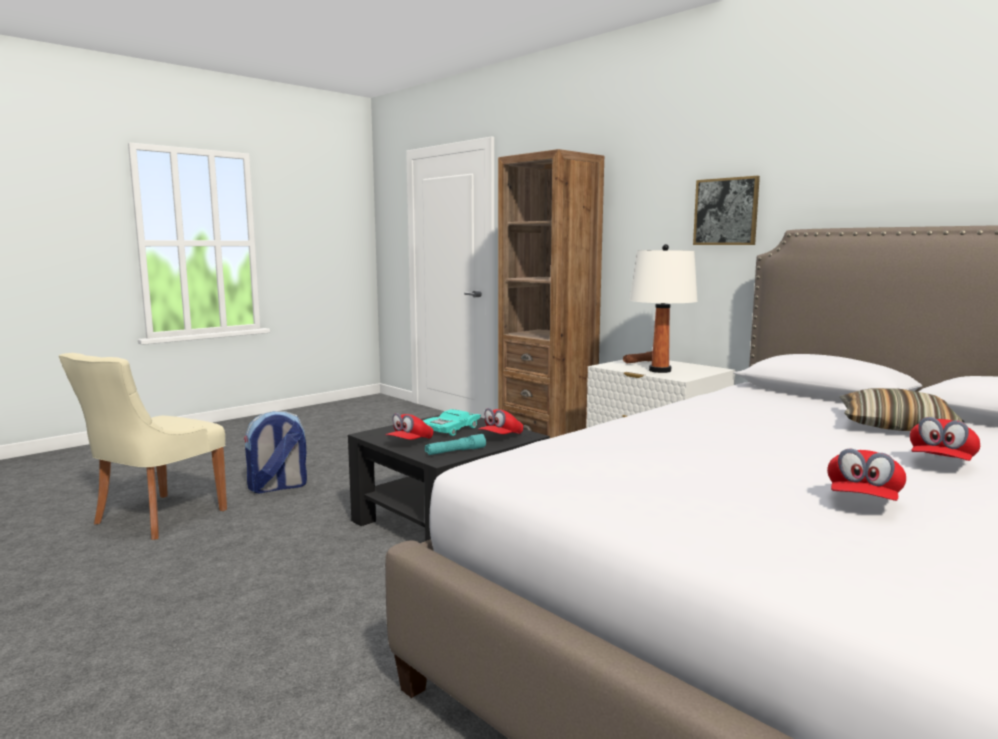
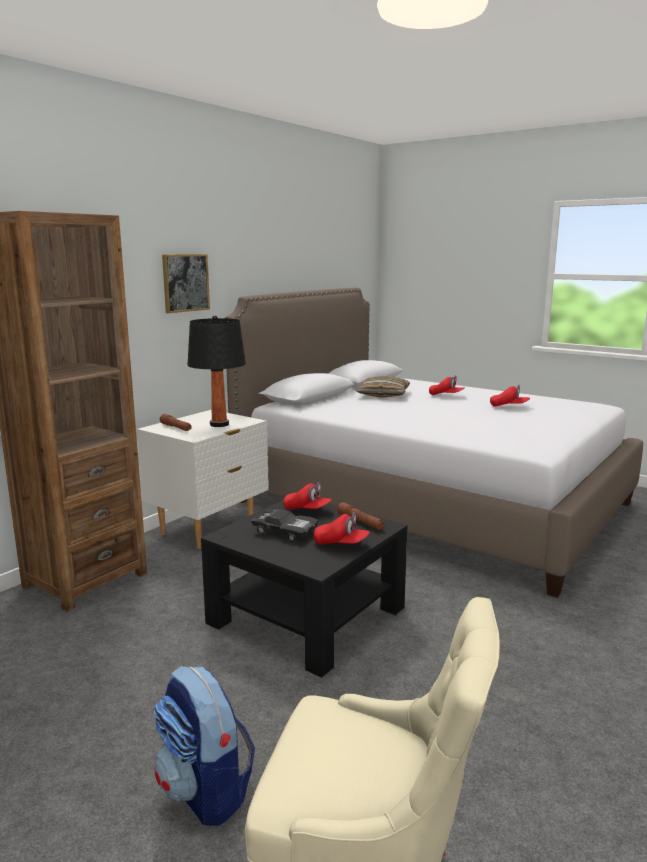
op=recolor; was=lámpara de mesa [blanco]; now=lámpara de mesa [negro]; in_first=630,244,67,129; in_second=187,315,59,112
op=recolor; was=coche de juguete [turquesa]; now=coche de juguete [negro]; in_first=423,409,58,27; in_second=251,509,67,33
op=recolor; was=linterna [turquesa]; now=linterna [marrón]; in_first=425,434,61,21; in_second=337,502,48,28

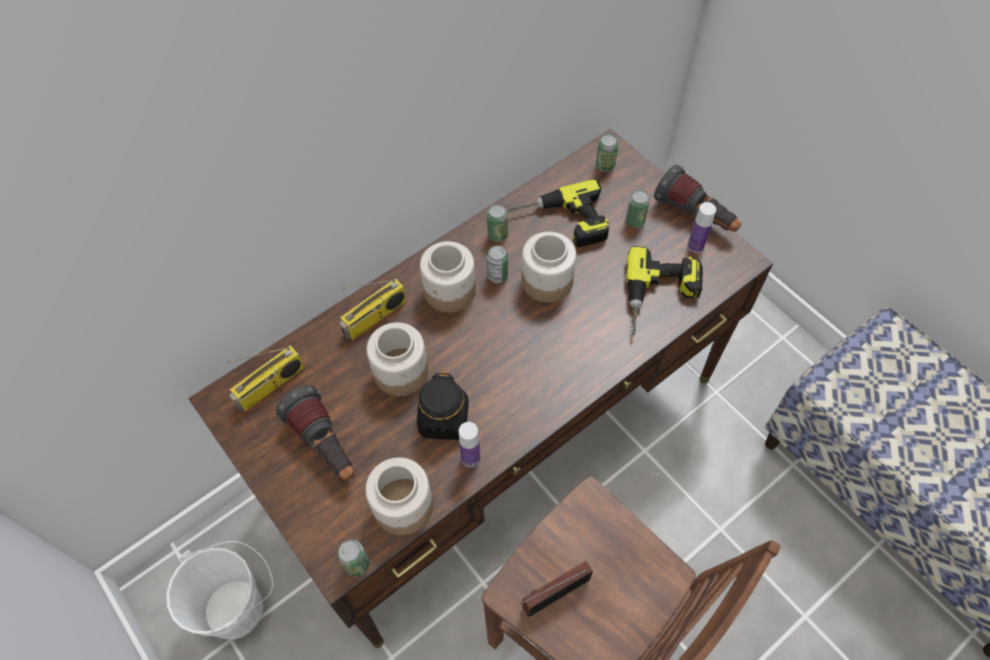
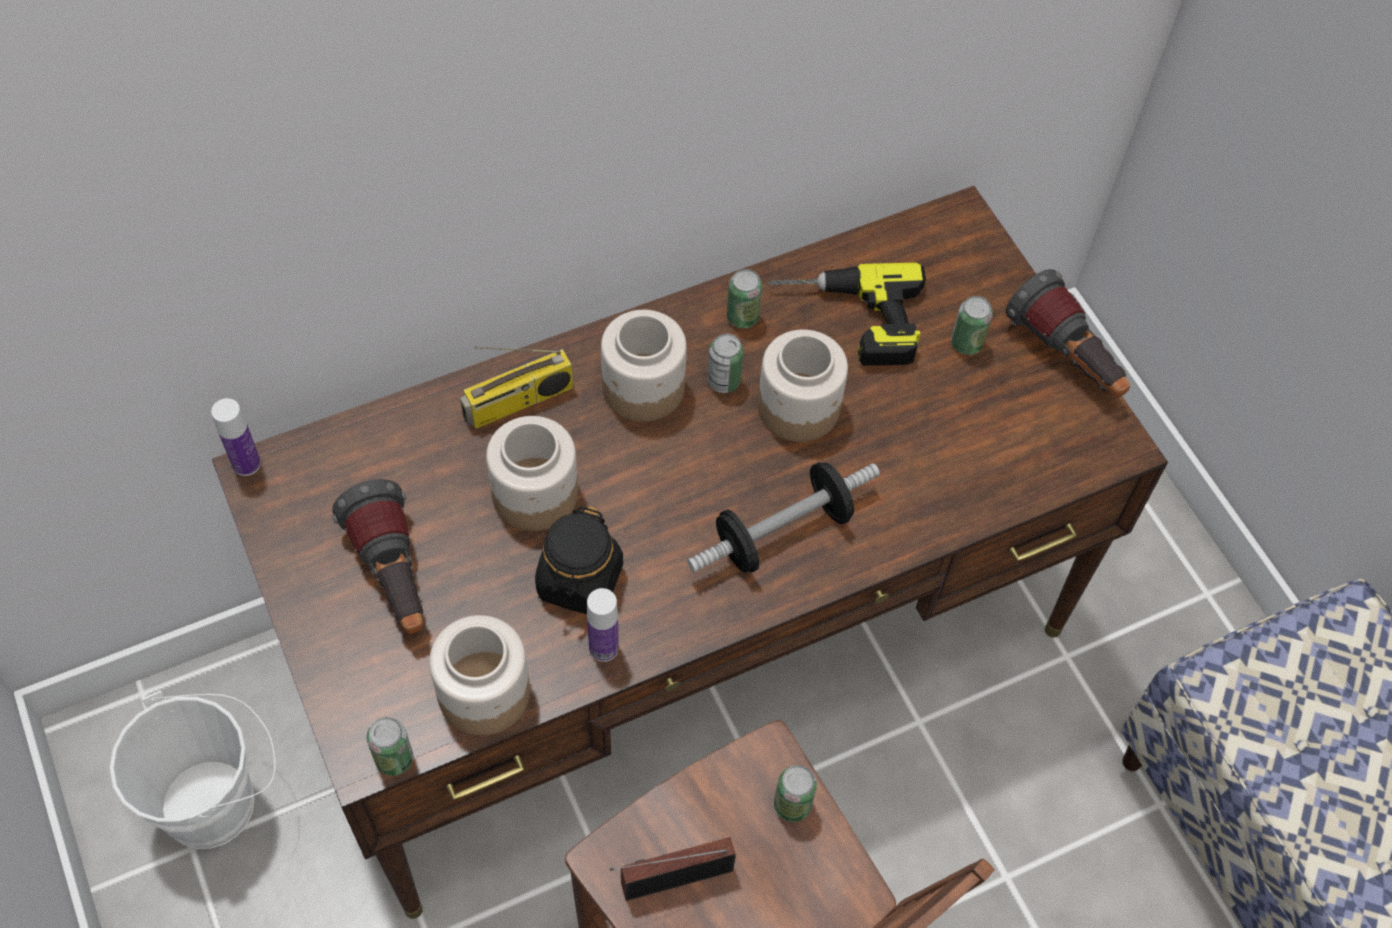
op=move; was=lata; in_first=596,134,23,38; in_second=774,765,43,57
op=move; was=botella; in_first=687,202,29,51; in_second=211,398,50,78
op=delete; was=taladro; in_first=626,246,77,89
op=delete; was=radio; in_first=228,345,76,66
op=insert; now=mancuerna; in_second=687,462,193,111

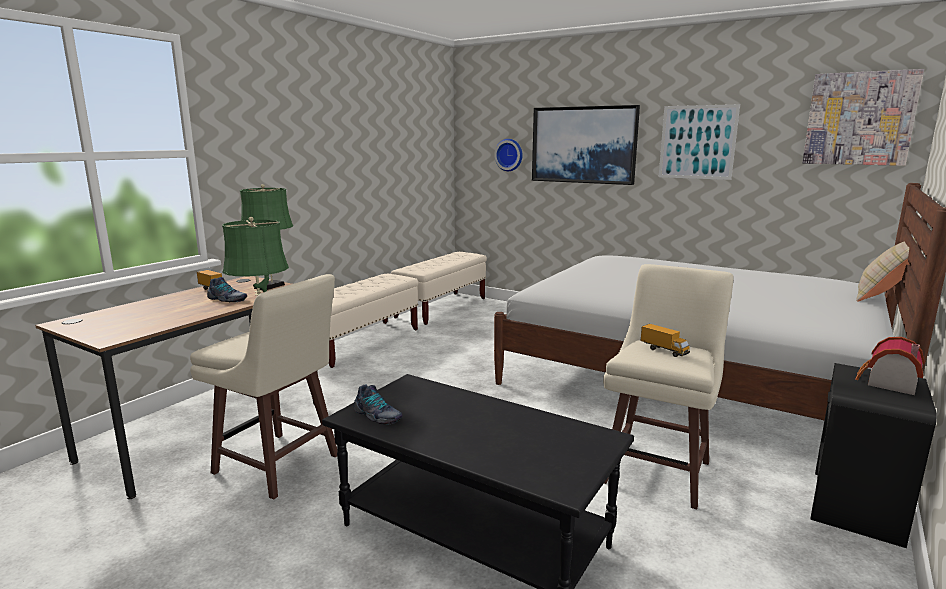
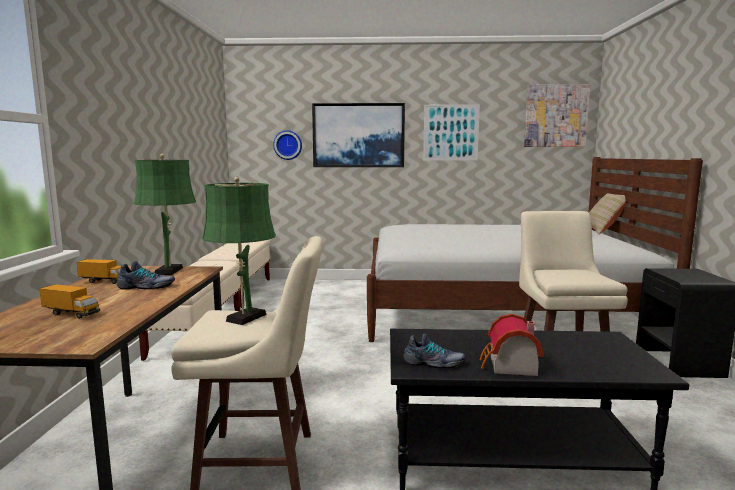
op=move; was=camión de juguete; in_first=641,324,49,33; in_second=40,284,60,35
op=move; was=casita; in_first=855,337,70,58; in_second=480,314,64,62

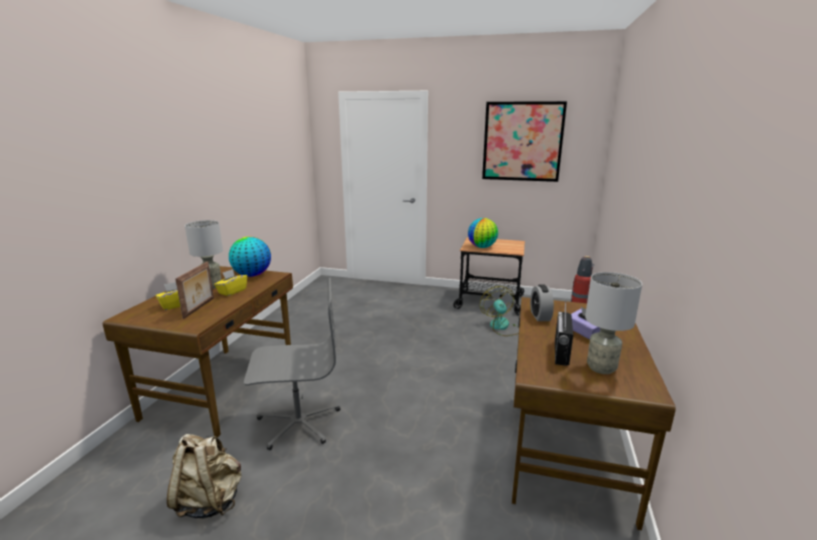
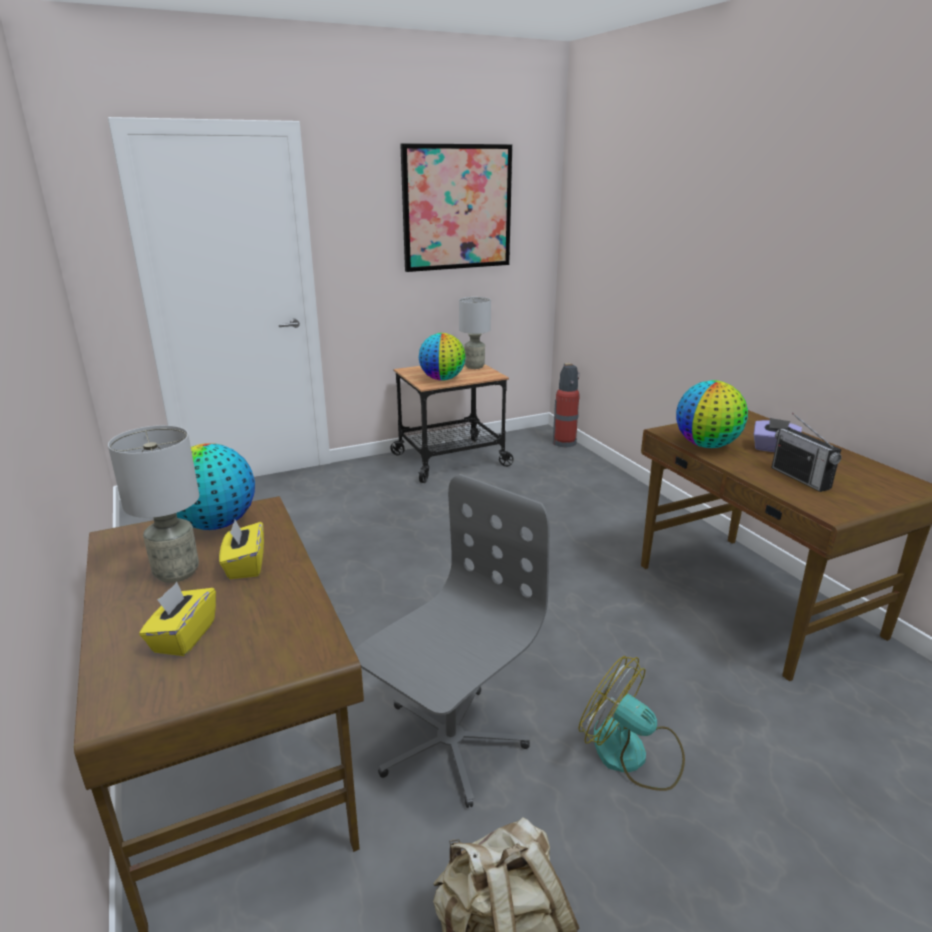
op=delete; was=portarretratos; in_first=175,261,39,58
op=move; was=lámpara de mesa [gris]; in_first=585,272,57,102; in_second=459,297,32,72
op=replace; was=despertador; now=globo terráqueo; in_first=530,285,24,36; in_second=676,380,72,68
op=move; was=ventilador; in_first=480,286,39,50; in_second=578,656,107,135

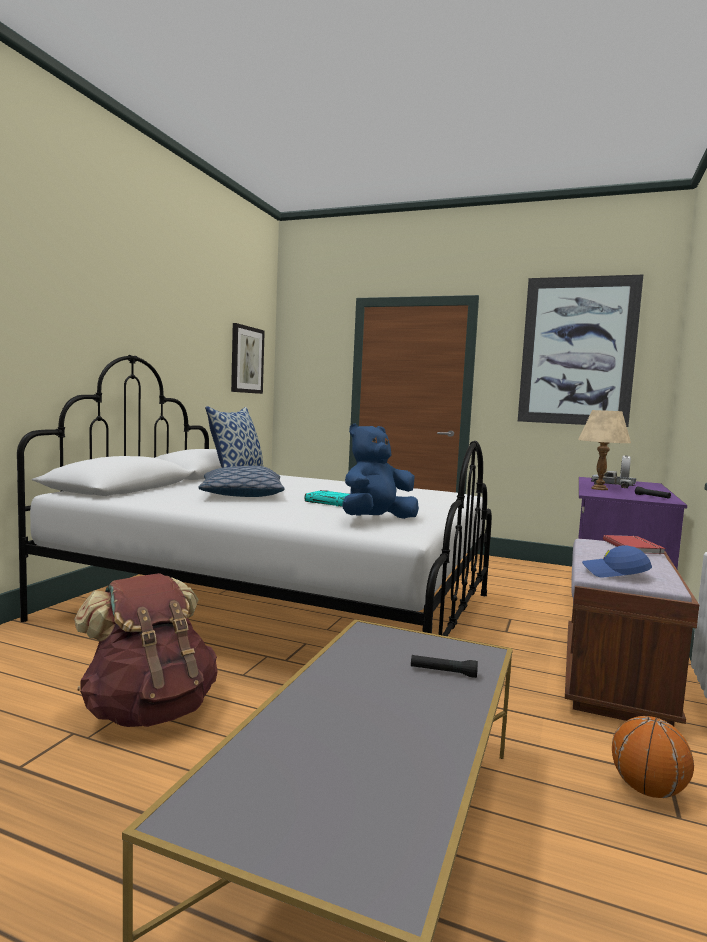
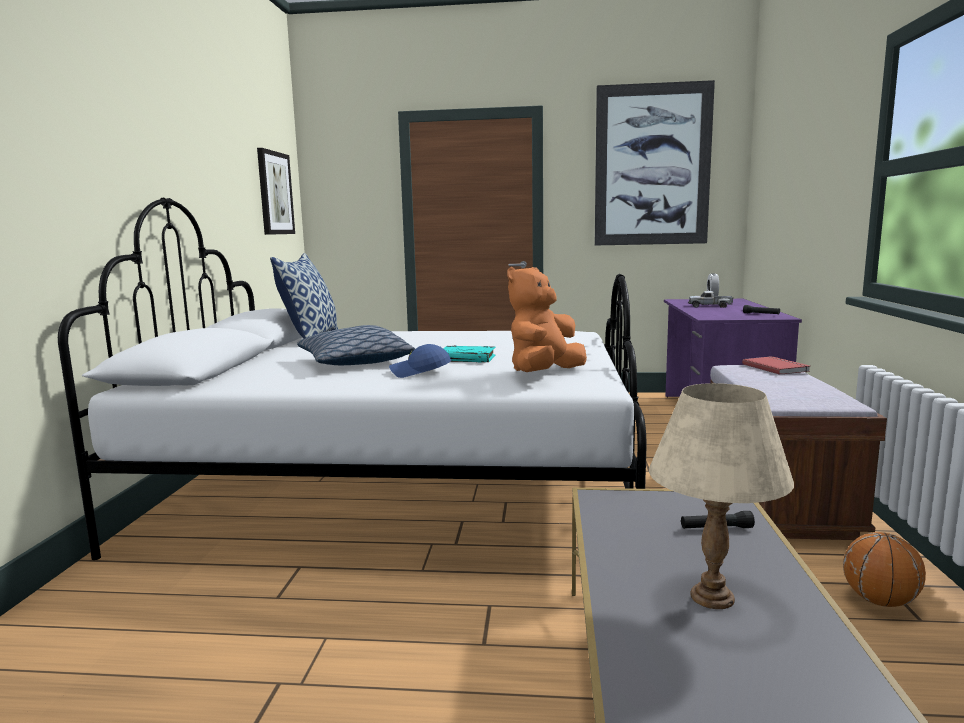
op=move; was=lámpara de mesa [beis]; in_first=578,410,53,80; in_second=649,383,145,226
op=recolor; was=peluche [azul]; now=peluche [naranja]; in_first=342,424,77,95; in_second=507,267,80,105
op=move; was=gorra [azul]; in_first=582,545,70,33; in_second=389,344,62,34
op=delete; was=mochila [marrón]; in_first=74,573,144,154

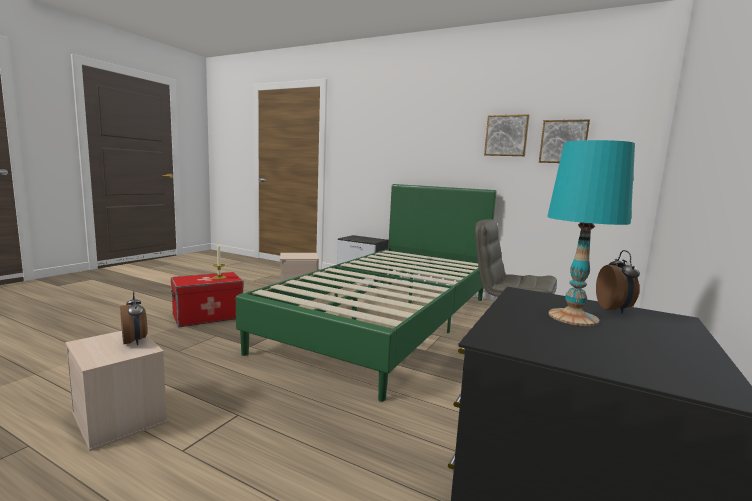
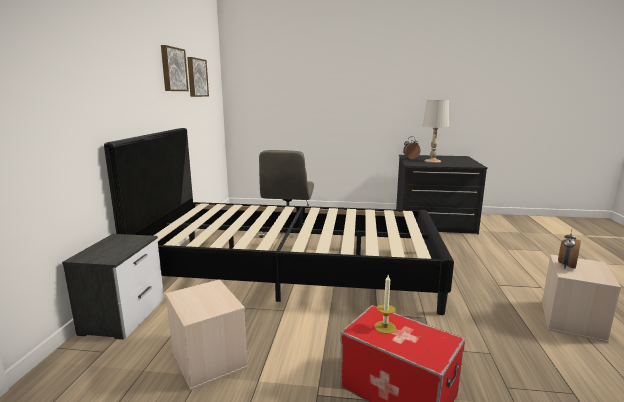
op=recolor; was=lámpara de mesa [turquesa]; now=lámpara de mesa [blanco]; in_first=547,140,88,186; in_second=423,100,26,63
op=recolor; was=cama [verde]; now=cama [negro]; in_first=236,184,261,218; in_second=104,128,350,187

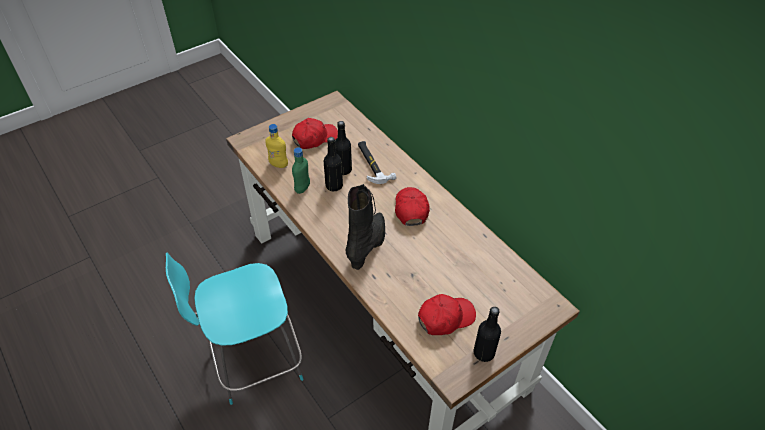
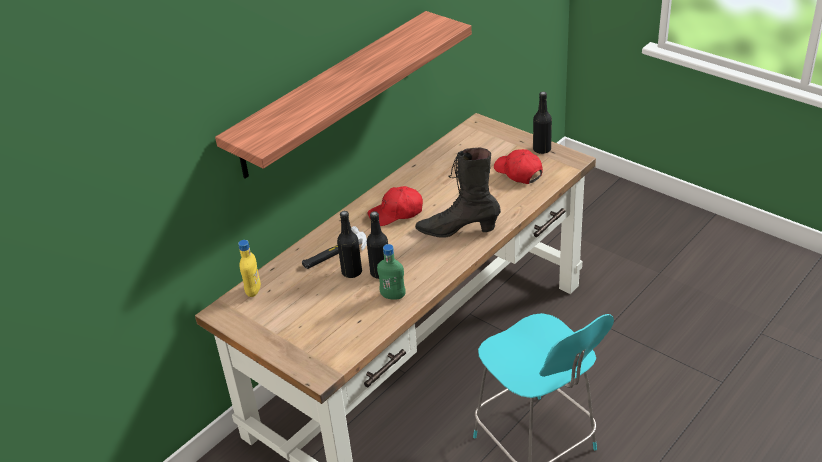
op=delete; was=gorra [rojo]; in_first=292,118,46,31
op=move; was=botella [amarillo]; in_first=265,124,23,44; in_second=238,240,23,57
op=insert; now=estante; in_second=215,11,257,168

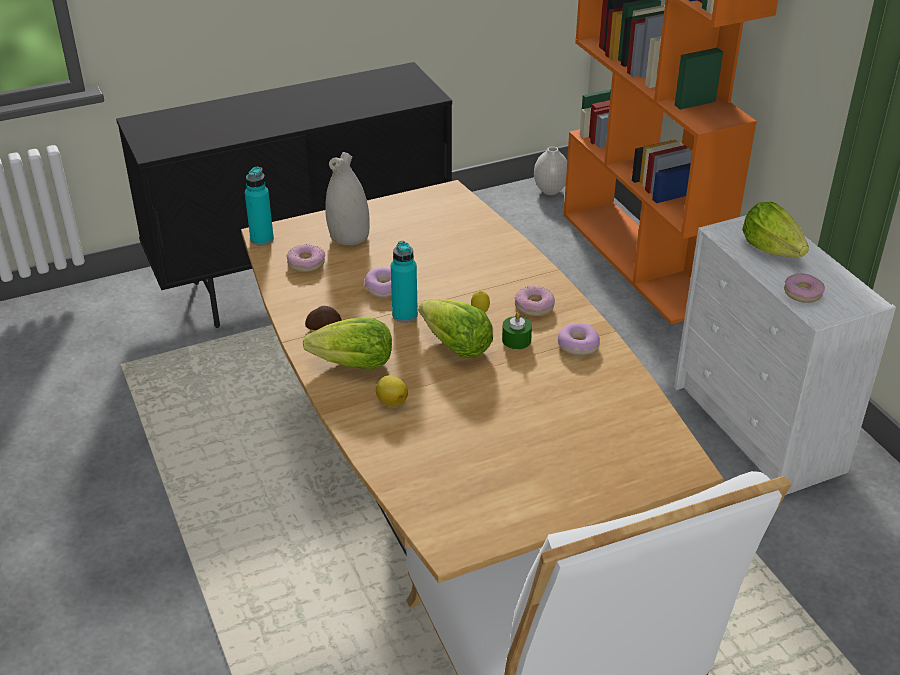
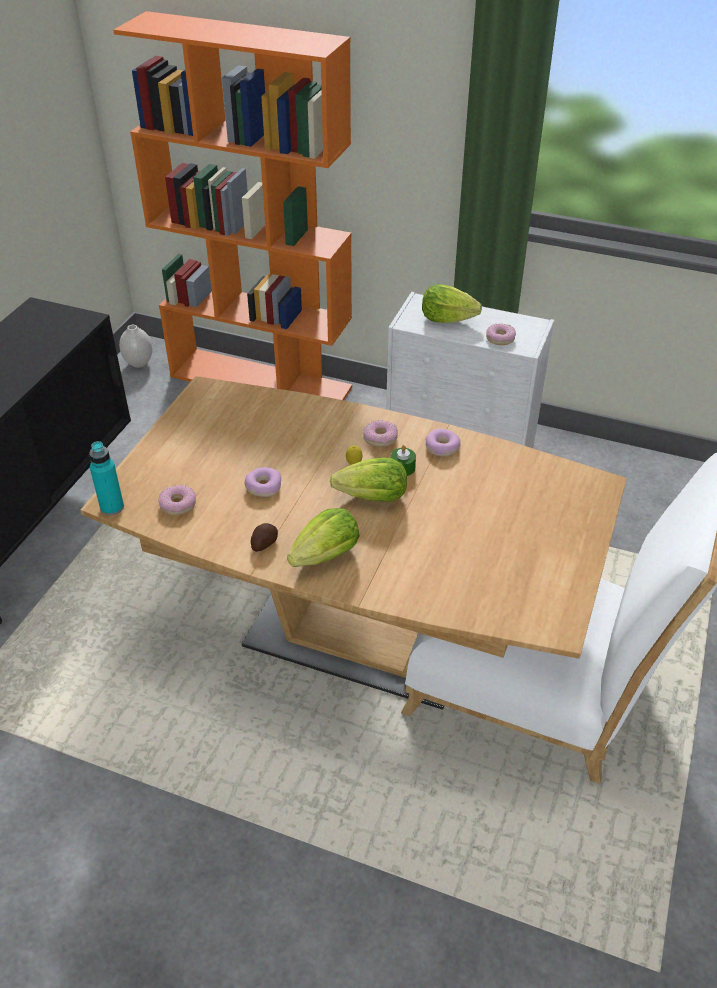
op=delete; was=florero [blanco]; in_first=325,152,45,94
op=delete; was=botella [turquesa]; in_first=391,241,27,82
op=delete; was=limón; in_first=376,375,32,32

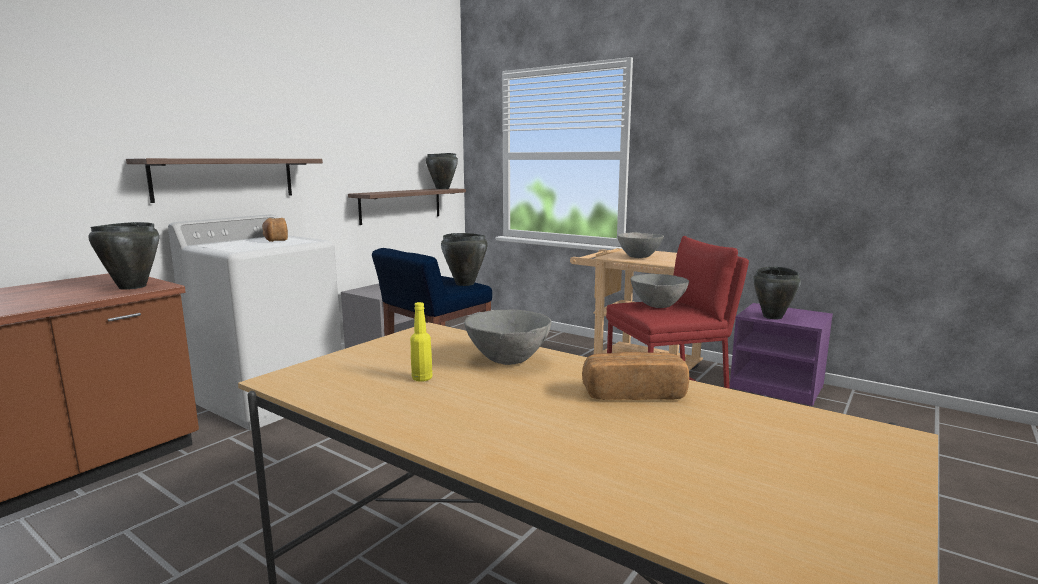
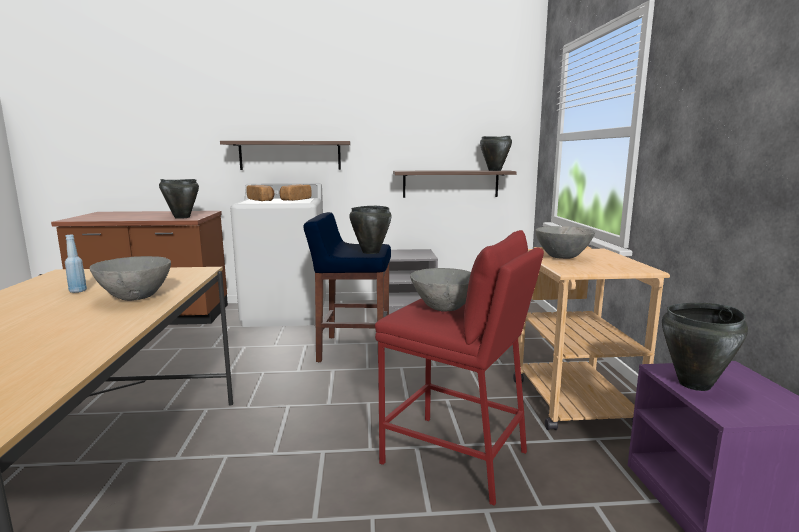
op=recolor; was=botella [amarillo]; now=botella [azul]; in_first=410,302,23,80; in_second=65,235,22,58
op=move; was=pan; in_first=582,352,107,48; in_second=246,185,29,16

